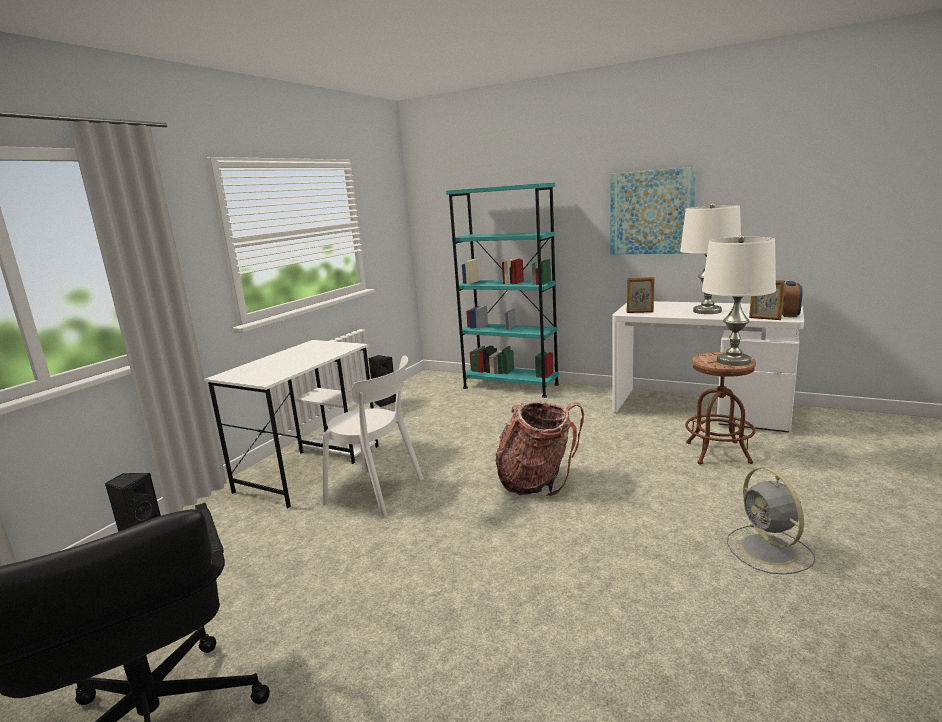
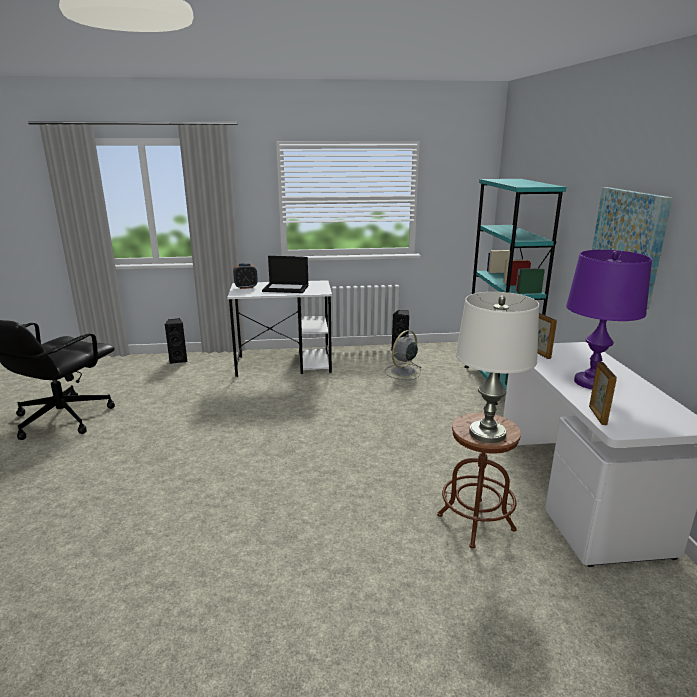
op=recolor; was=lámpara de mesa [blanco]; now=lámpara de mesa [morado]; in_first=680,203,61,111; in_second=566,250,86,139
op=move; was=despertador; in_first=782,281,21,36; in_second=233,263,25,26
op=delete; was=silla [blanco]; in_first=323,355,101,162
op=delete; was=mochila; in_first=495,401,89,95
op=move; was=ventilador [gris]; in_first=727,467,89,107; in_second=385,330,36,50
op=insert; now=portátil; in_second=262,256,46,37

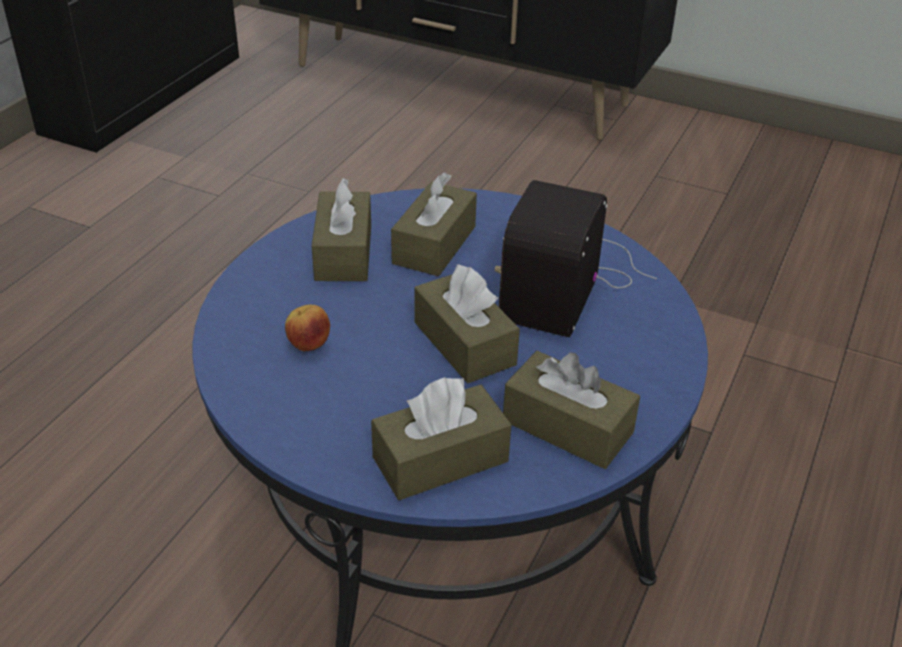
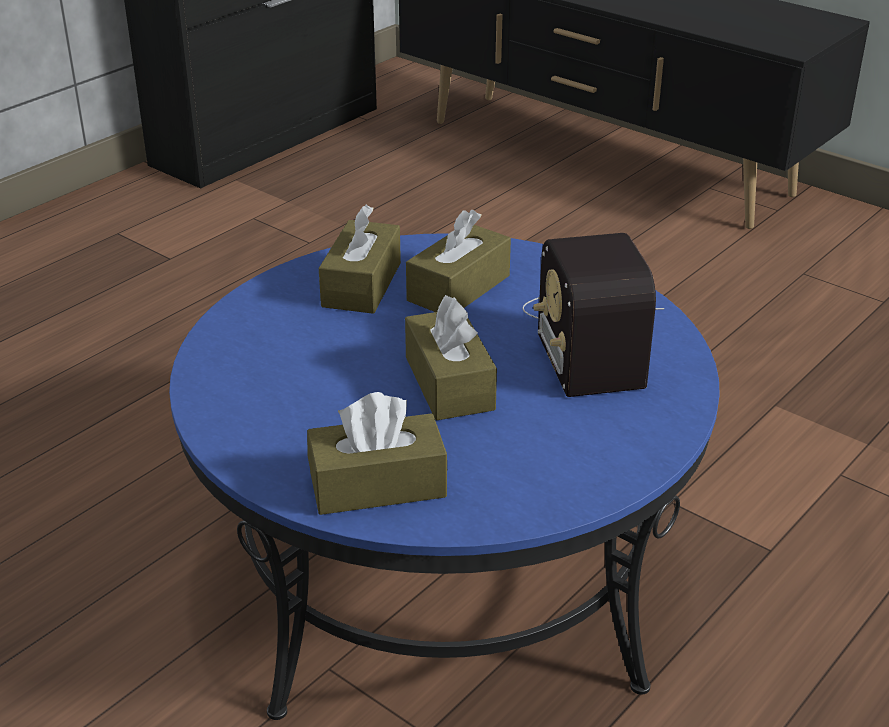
op=rotate; was=radio; in_first=495,180,162,157; in_second=522,233,142,164; clockwise=-45
op=delete; was=manzana; in_first=285,305,45,46
op=delete; was=caja de pañuelos [marrón]; in_first=503,351,137,118

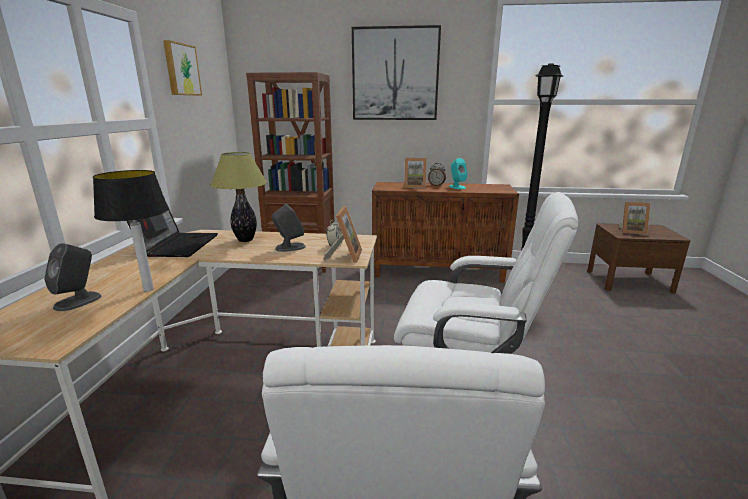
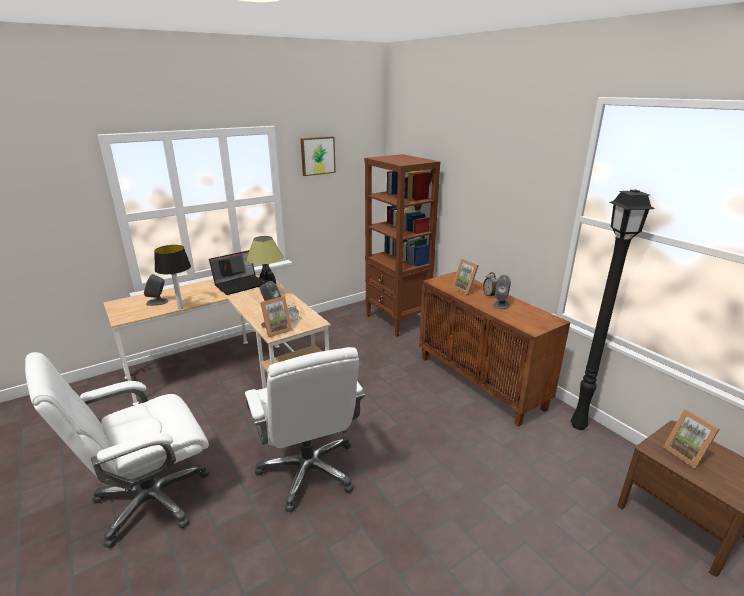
op=delete; was=cuadro; in_first=352,25,89,95
op=recolor; was=altavoz [turquesa]; now=altavoz [gris]; in_first=449,158,19,31; in_second=493,275,18,34

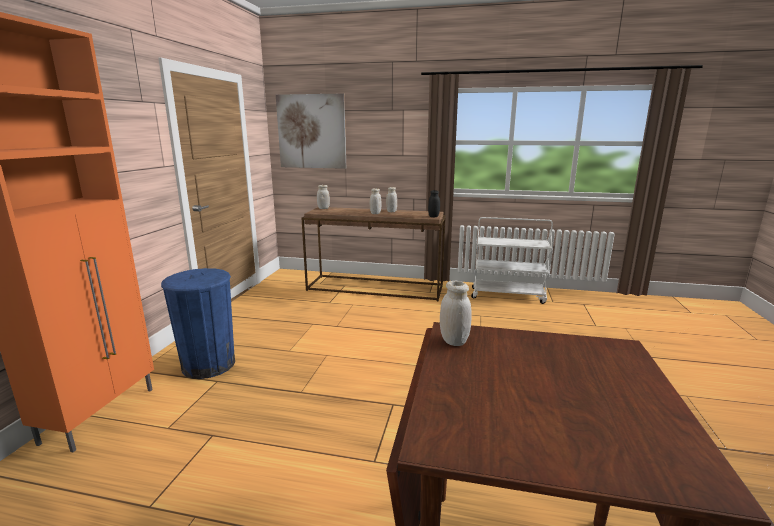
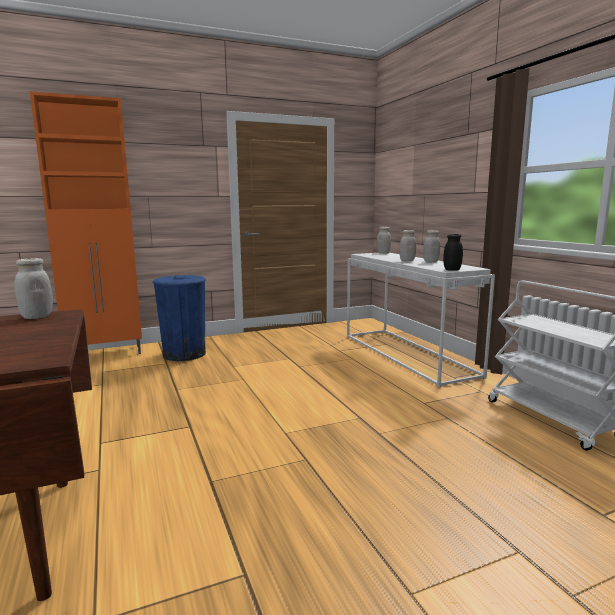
op=delete; was=cuadro; in_first=276,93,70,76
op=recolor; was=mesa consola [marrón]; now=mesa consola [blanco]; in_first=301,207,145,94; in_second=347,253,148,135

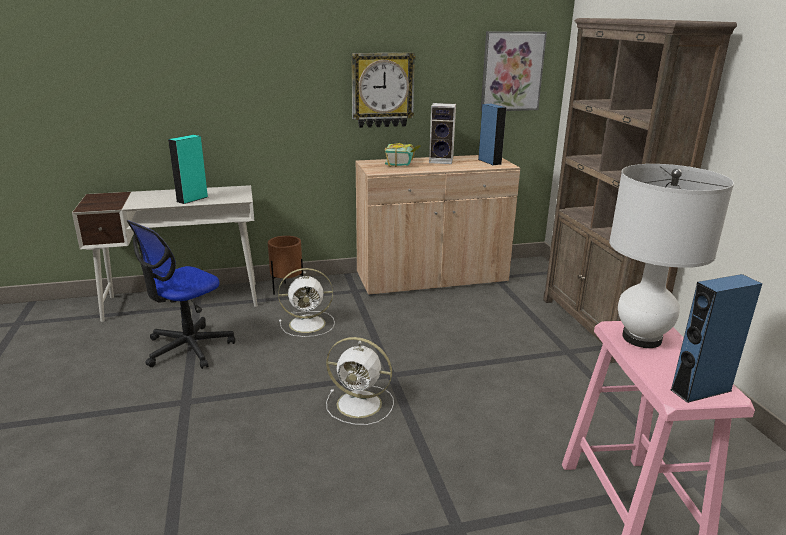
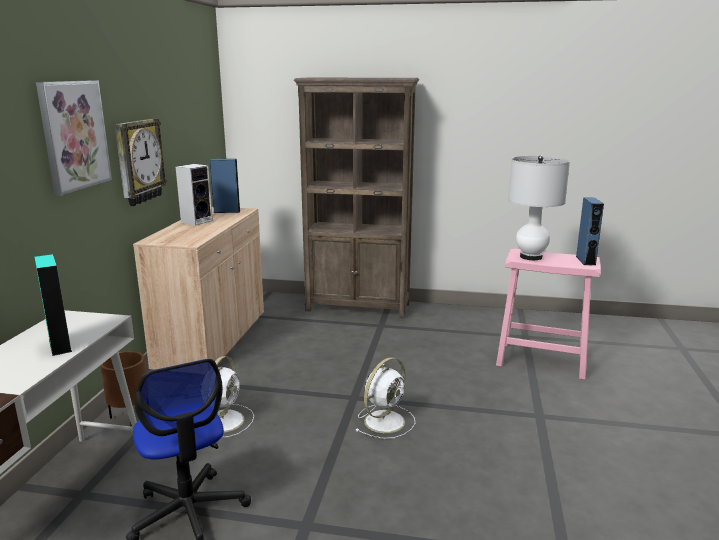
op=move; was=cuadro; in_first=481,31,66,80; in_second=36,80,76,116
op=delete; was=libro; in_first=385,143,36,24

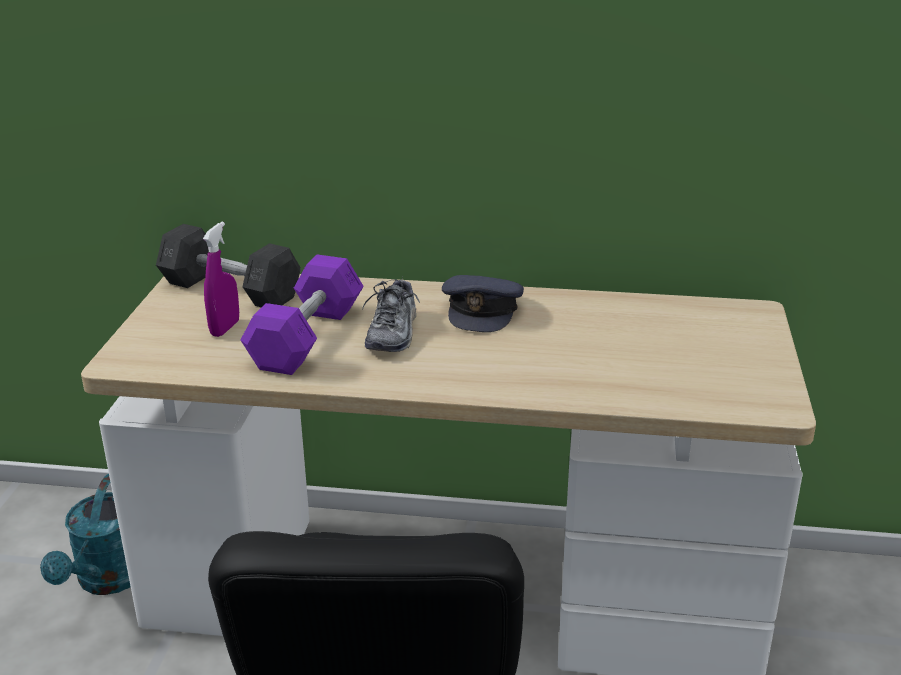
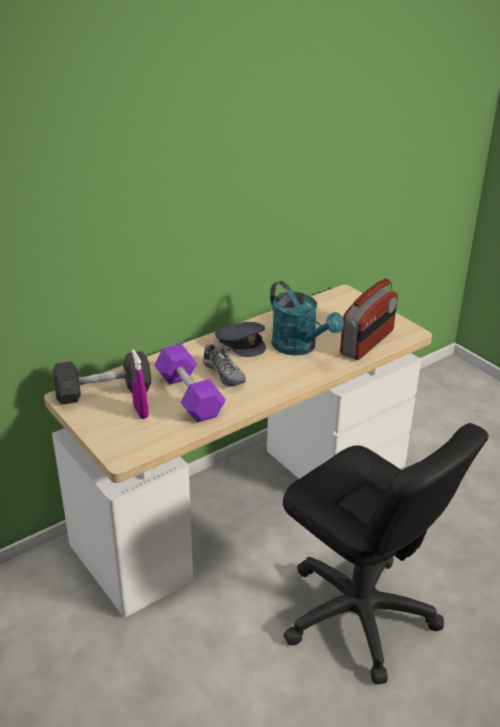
op=move; was=regadera [turquesa]; in_first=40,474,91,121; in_second=270,281,74,75
op=insert; now=radio; in_second=340,278,58,82

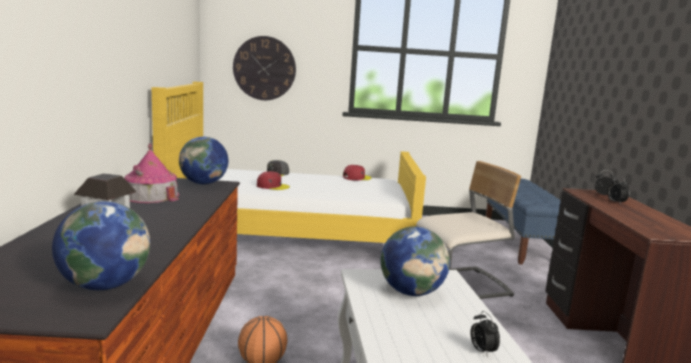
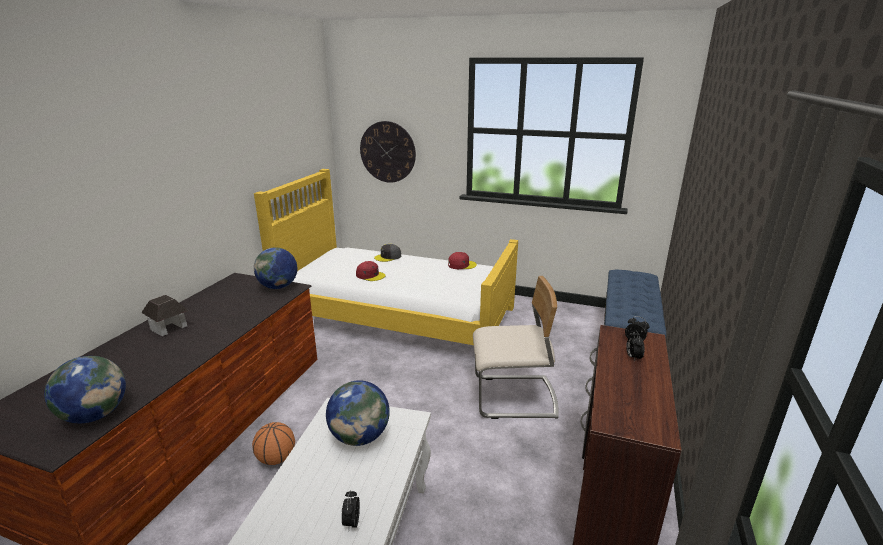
op=delete; was=casita; in_first=124,143,55,60

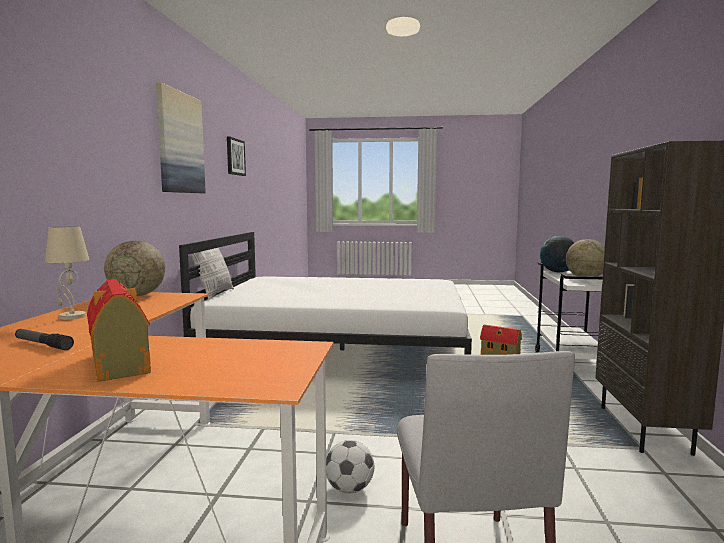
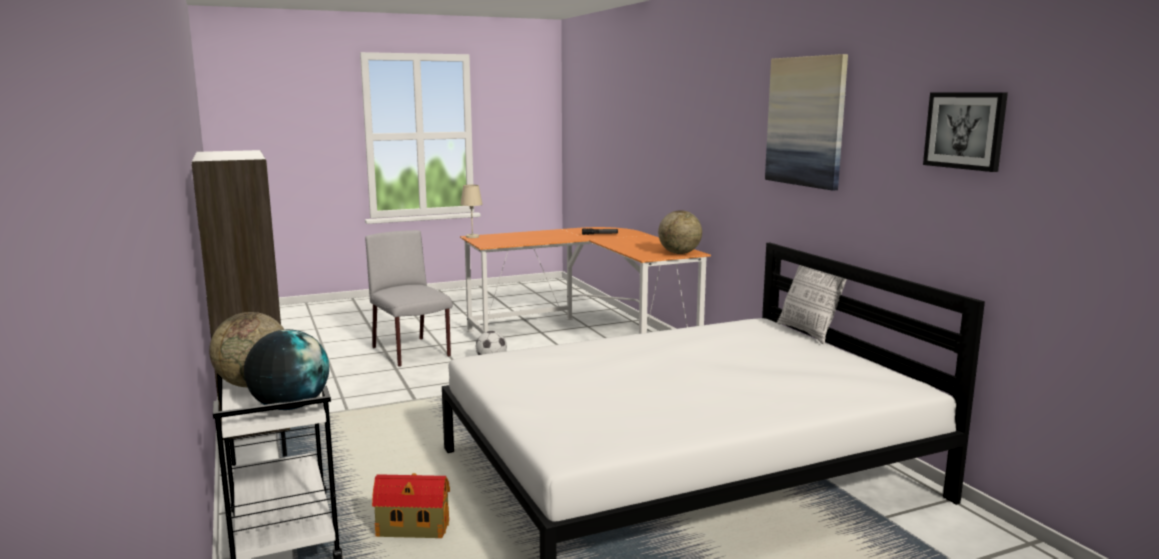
op=move; was=lámpara de mesa [beis]; in_first=45,226,45,94; in_second=460,185,23,53
op=delete; was=casita; in_first=87,279,64,103

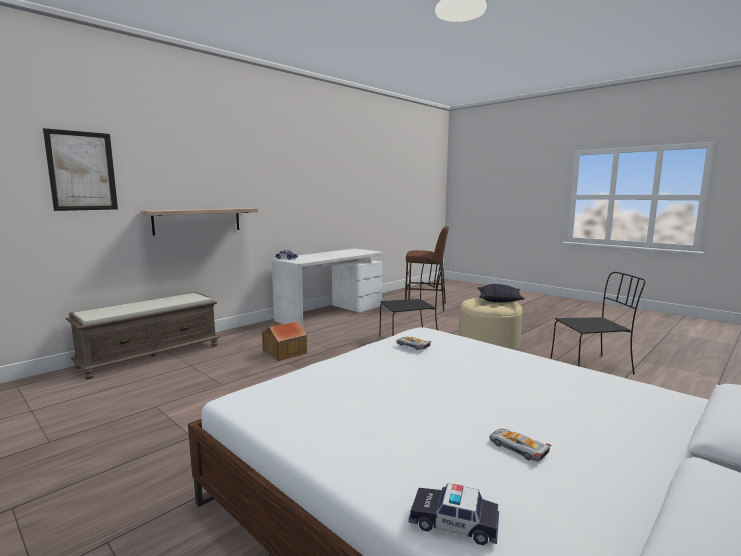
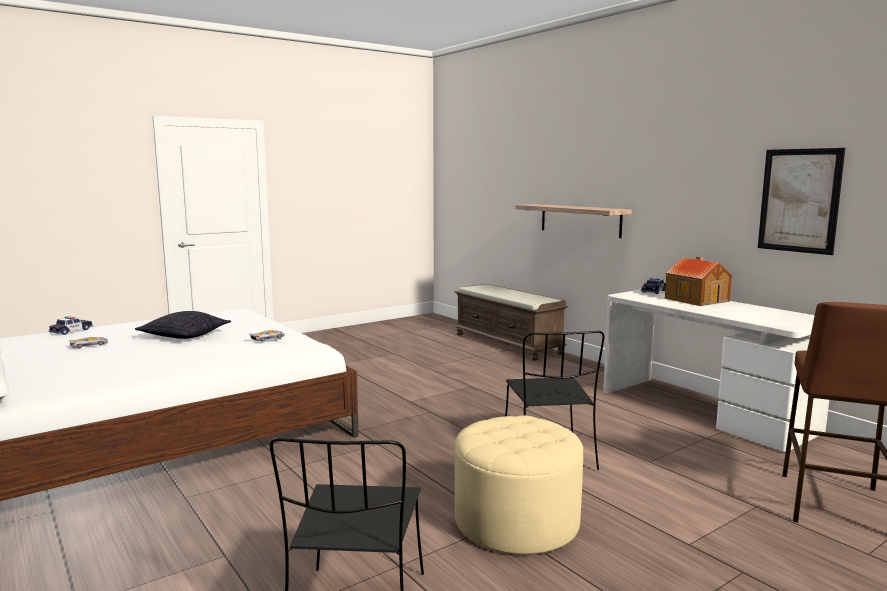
op=move; was=cuadro; in_first=43,128,75,83; in_second=758,148,87,107
op=move; was=cojín; in_first=478,284,47,18; in_second=135,311,96,28
op=move; was=casita; in_first=262,321,45,40; in_second=665,257,68,49

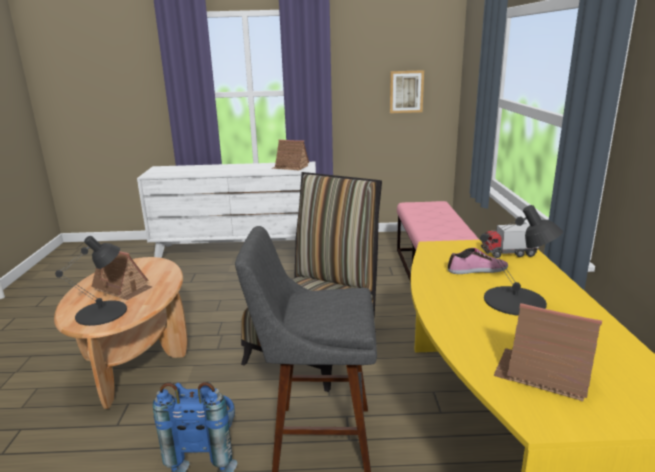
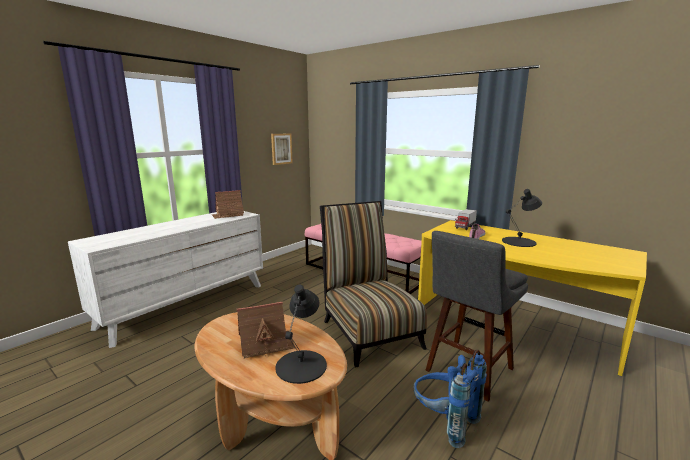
op=delete; was=casita; in_first=494,303,108,99

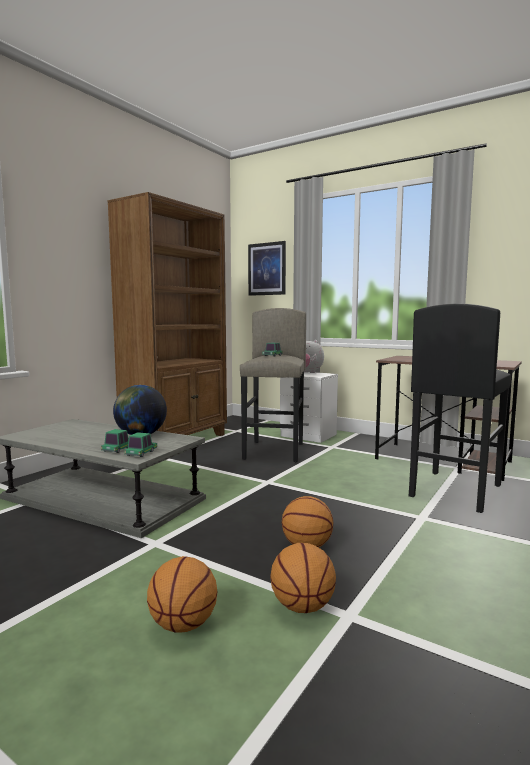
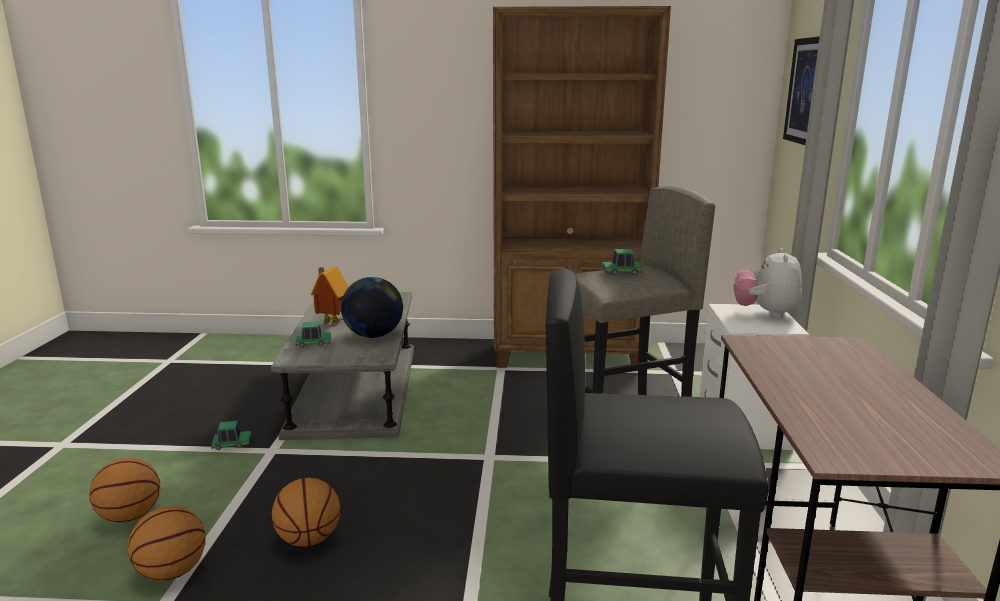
op=move; was=coche de juguete; in_first=124,432,33,25; in_second=211,421,40,29
op=insert; now=casita; in_second=311,266,37,60

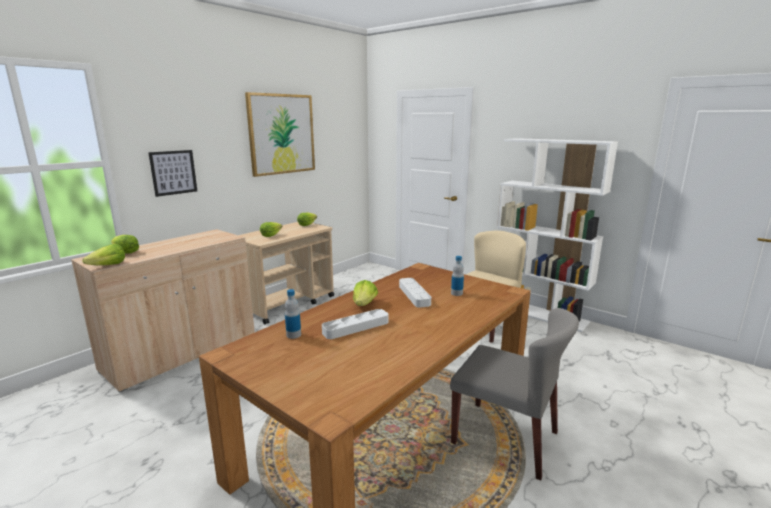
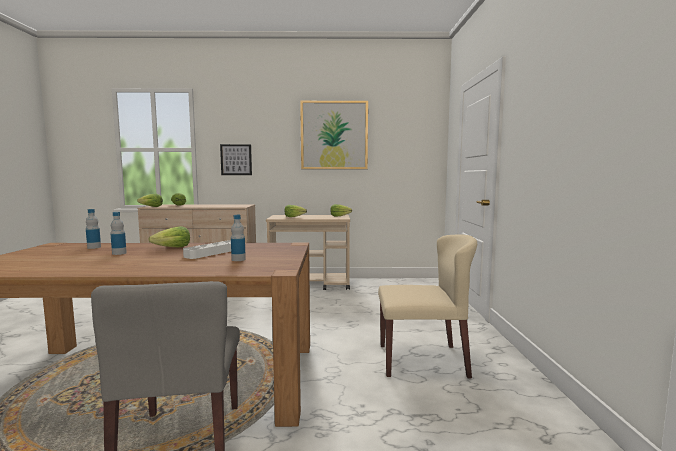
op=delete; was=estantería [blanco]; in_first=497,138,121,194
op=replace; was=bandeja [blanco]; now=botella; in_first=322,309,66,30; in_second=110,212,17,43

